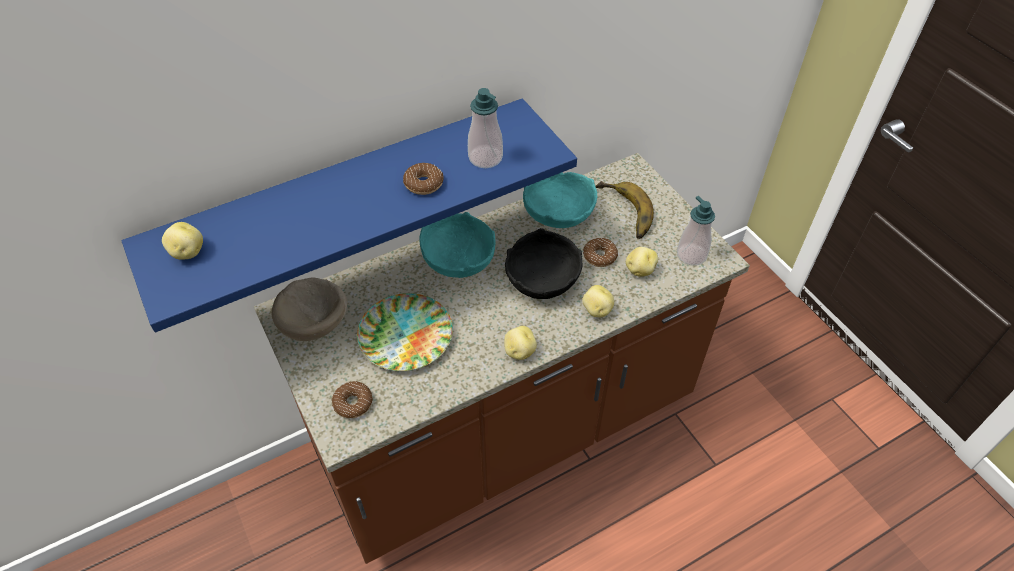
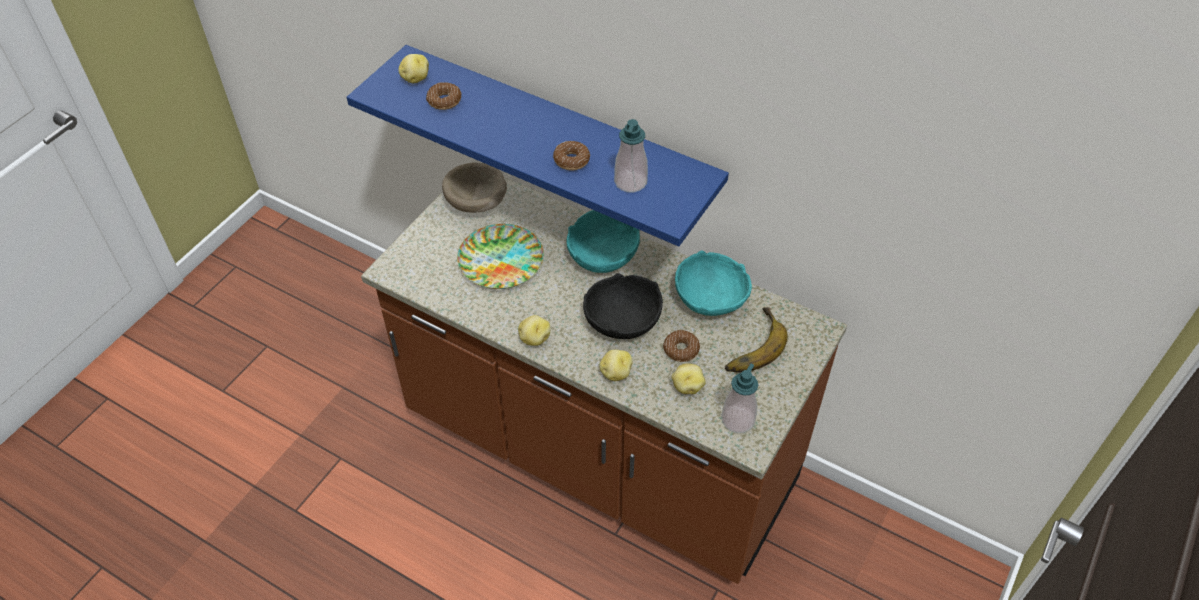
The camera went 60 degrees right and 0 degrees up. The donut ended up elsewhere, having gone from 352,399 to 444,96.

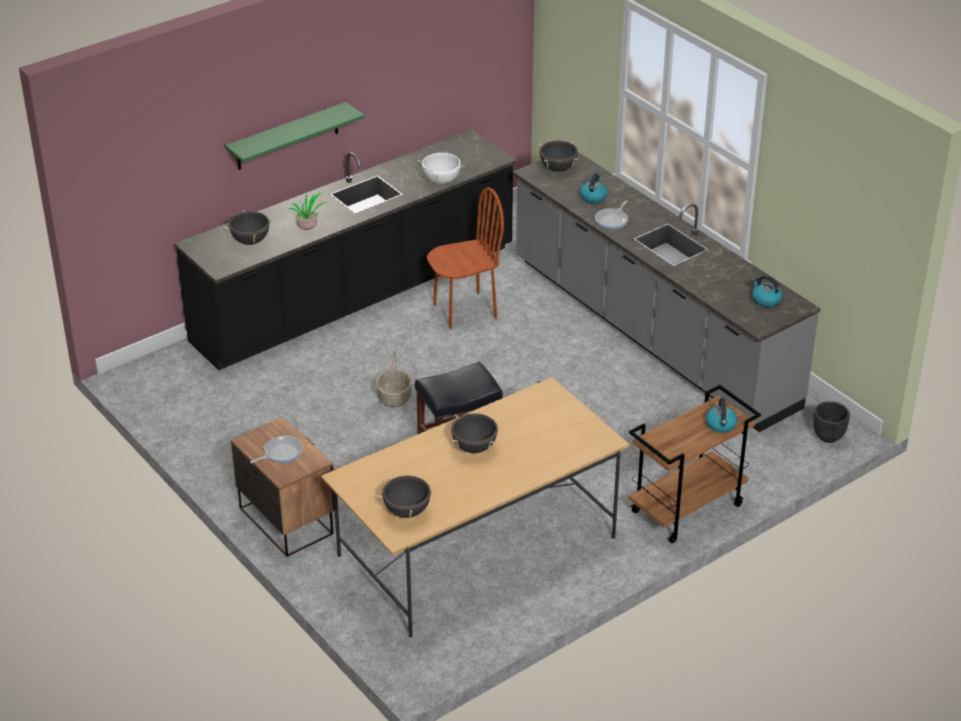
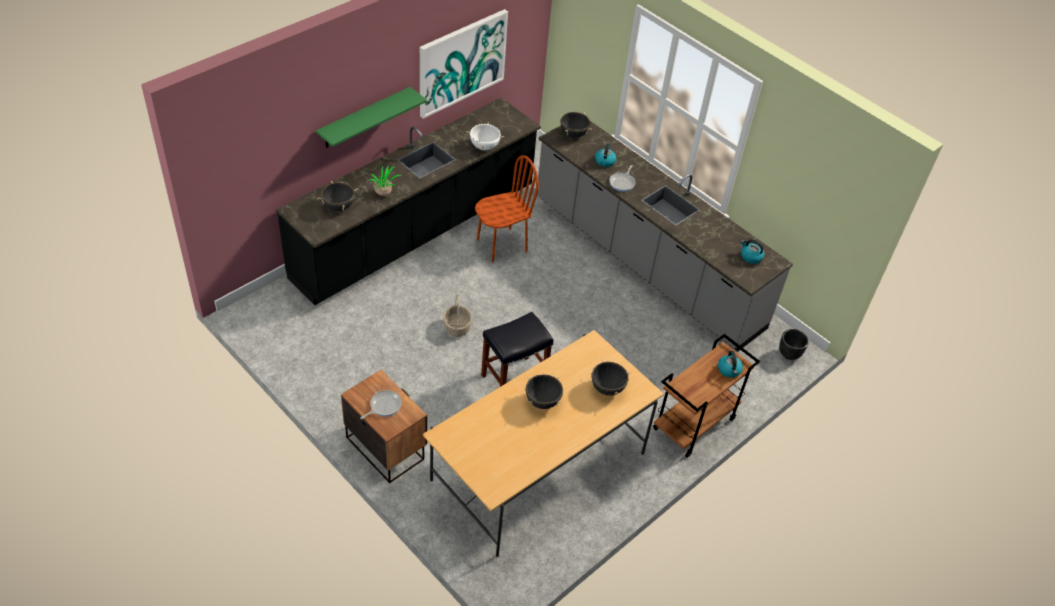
The camera went 10 degrees left and 10 degrees up. The second view gained the obraz at 464,64. The garnek [czarny] ended up elsewhere, having gone from 406,495 to 610,377.

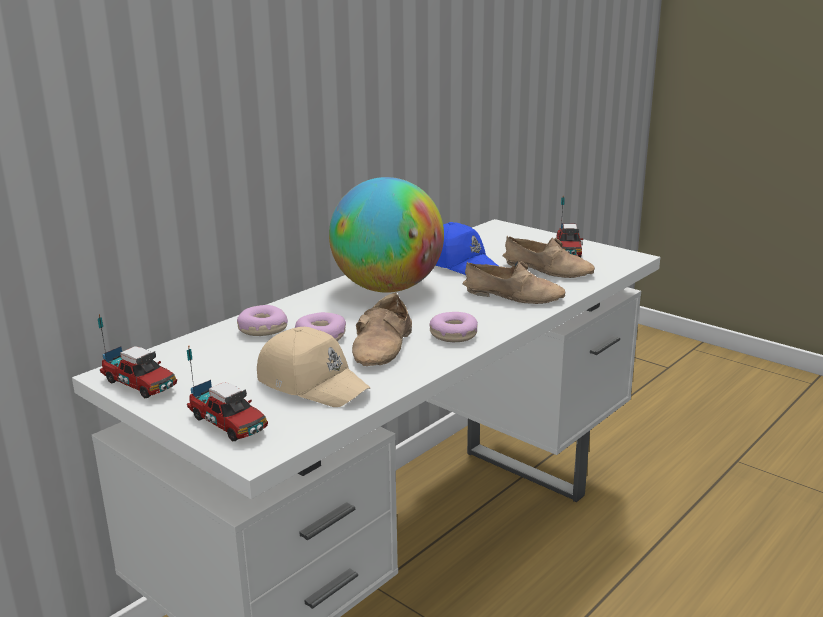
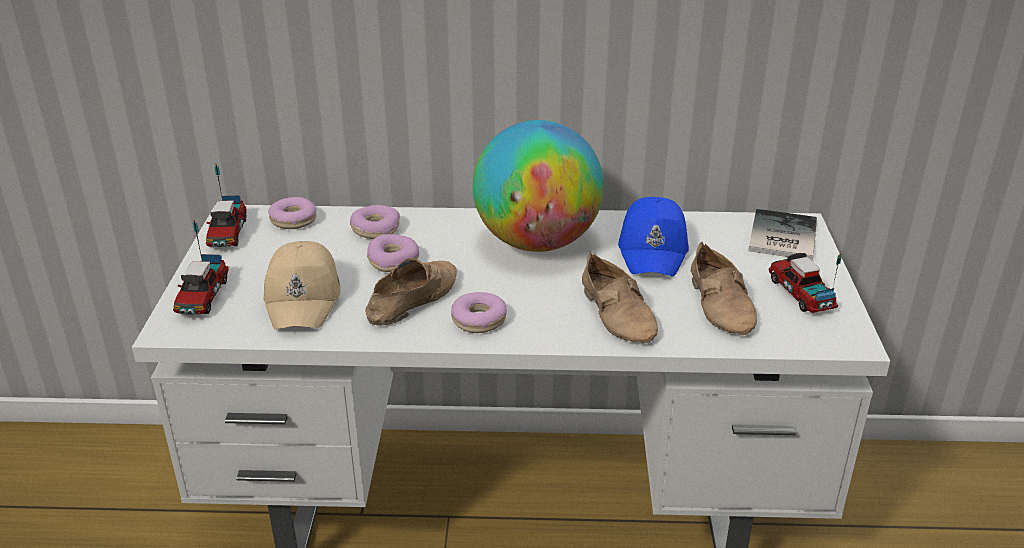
The camera went 50 degrees right and 10 degrees up. The second view gained the donut at 292,213. The but [beżowy] at 382,329 ended up facing another way, 150 degrees clockwise from before. The second view gained the książka at 782,234. The ciężarówka zabawkowa at 570,226 ended up facing another way, 105 degrees clockwise from before.

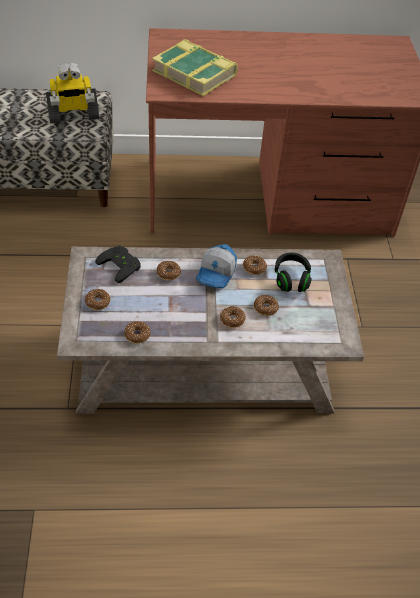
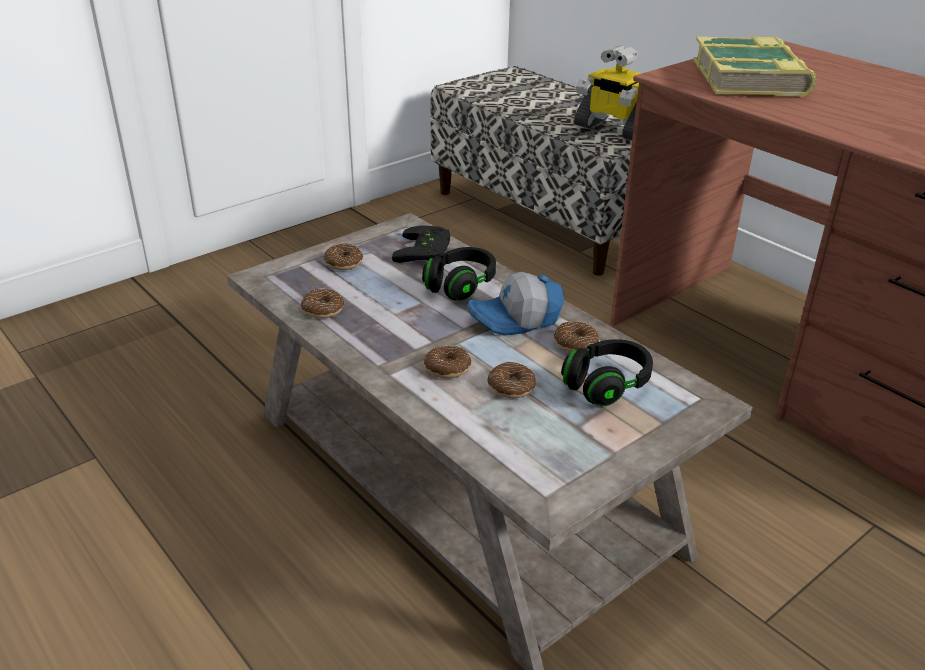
The camera went 55 degrees right and 15 degrees down. Where the donut stood at 169,271, the słuchawki [czarny] came to stand at 459,274.

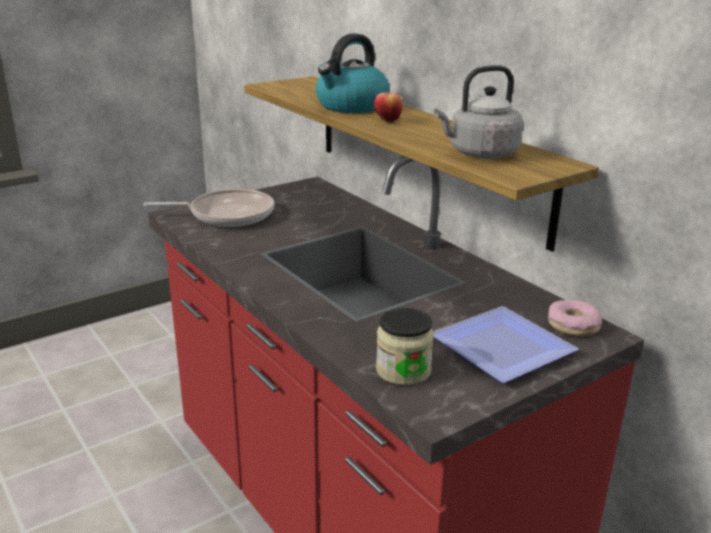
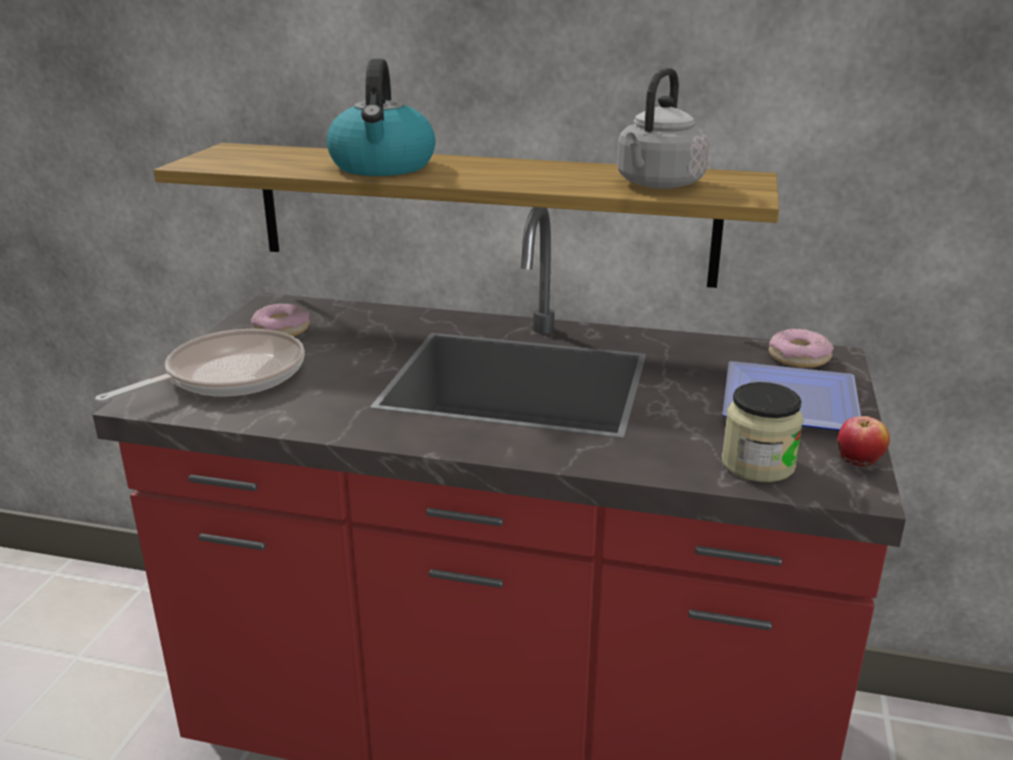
The camera went 40 degrees left and 0 degrees up. The second view gained the donut at 280,320. The jabłko ended up elsewhere, having gone from 388,108 to 863,442.

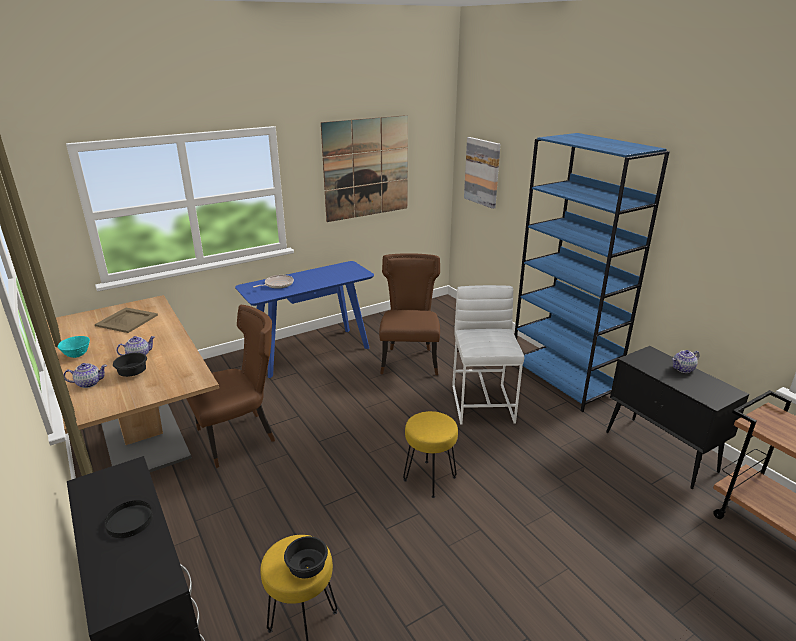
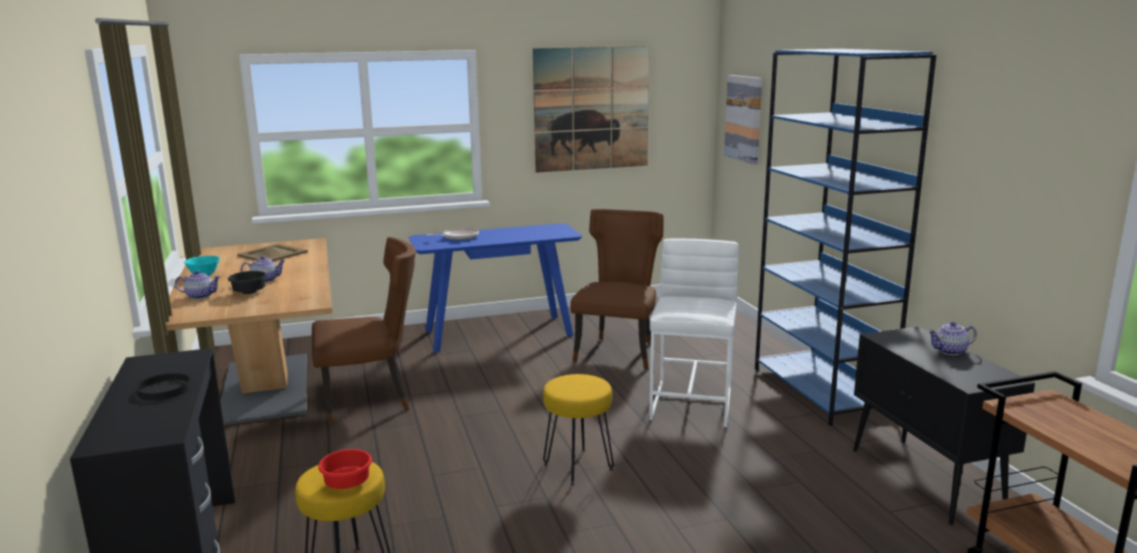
The camera went 15 degrees right and 10 degrees down. What was the miska [czarny] at 306,557 turned into the miska [czerwony] at 345,469.

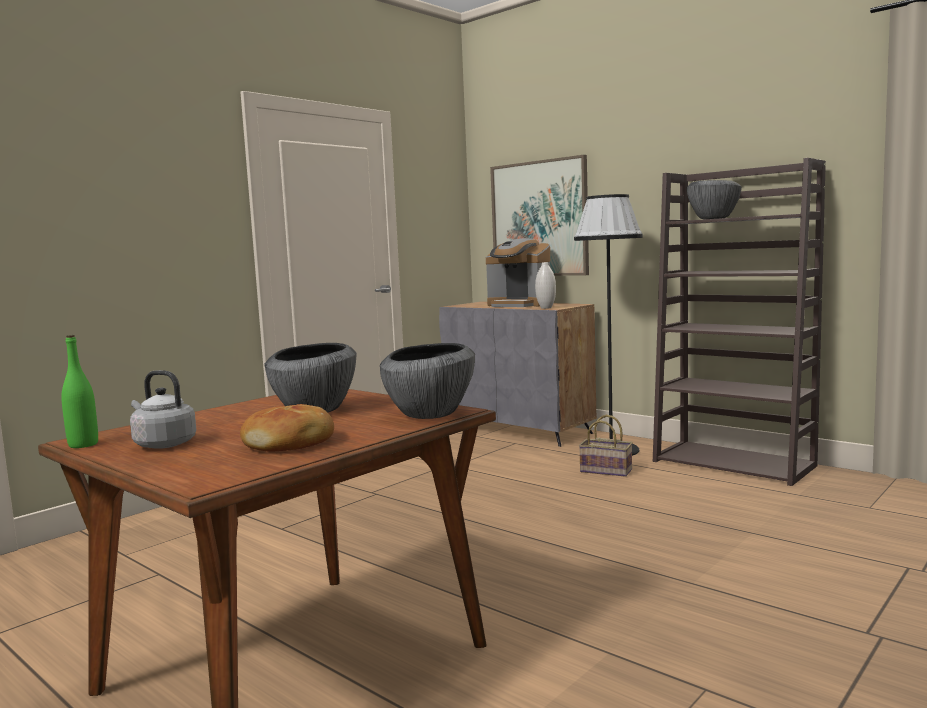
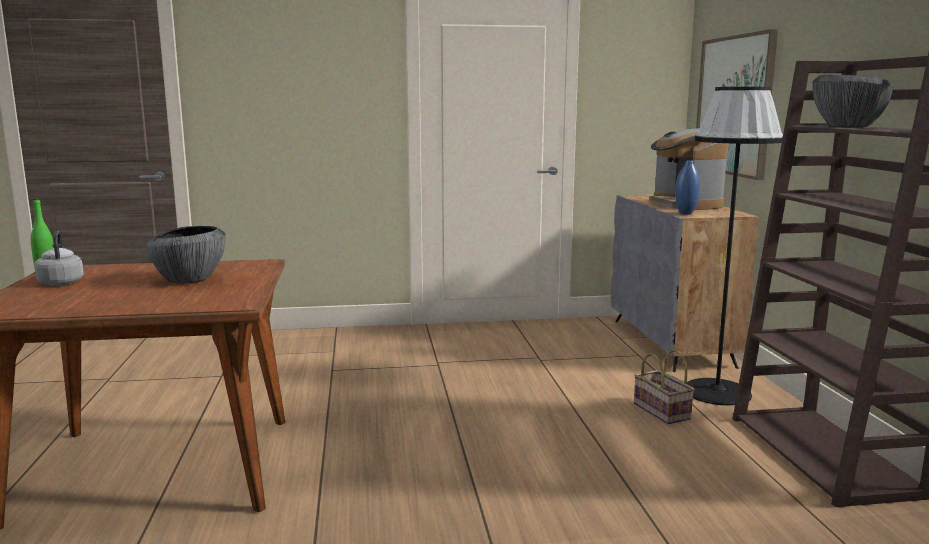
The camera went 40 degrees right and 5 degrees up. What was the wazon [biały] at 545,285 turned into the wazon [niebieski] at 687,187. The second view lost the chleb at 287,428. The second view lost the miska at 427,381.

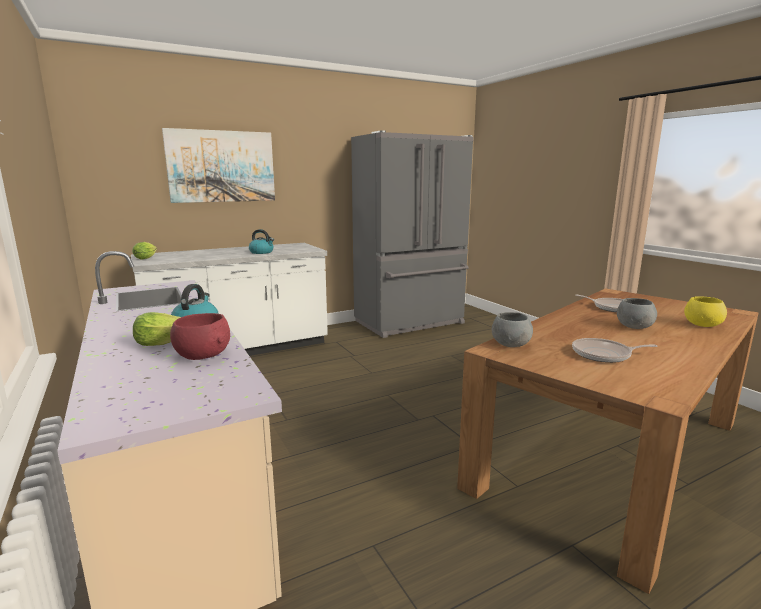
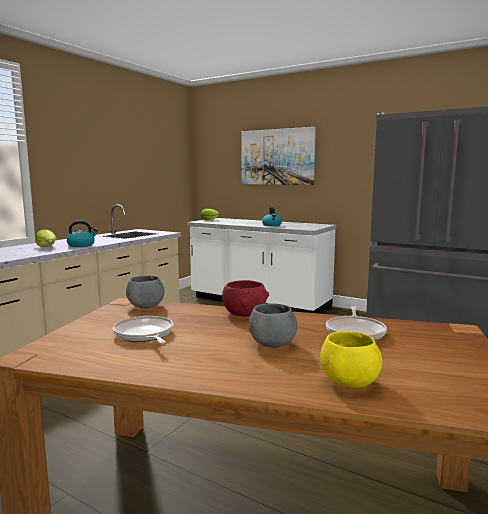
The camera went 60 degrees right and 5 degrees down. The miska [czerwony] ended up elsewhere, having gone from 200,336 to 245,298.

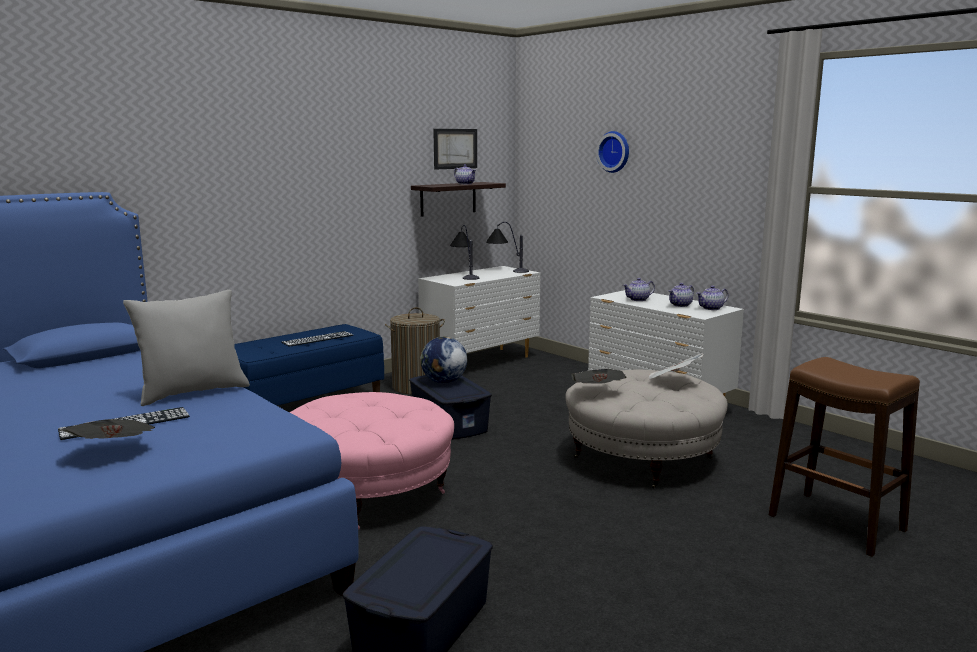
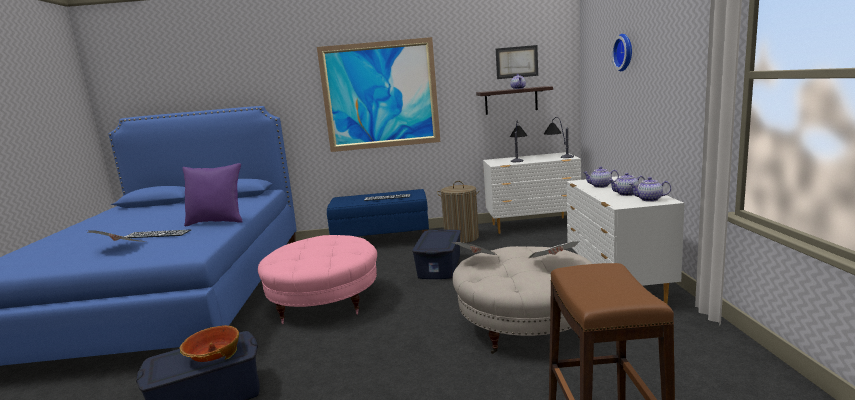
The camera went 40 degrees right and 0 degrees up. The second view gained the miska at 209,343. What was the poduszka [szary] at 186,348 turned into the poduszka [fioletowy] at 212,194. The second view gained the obraz at 378,94. The second view lost the globus at 443,359.

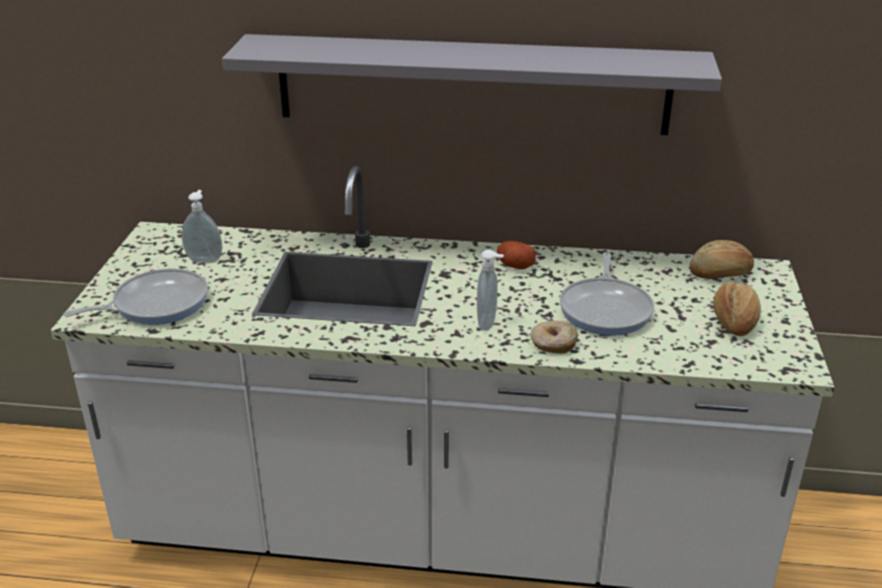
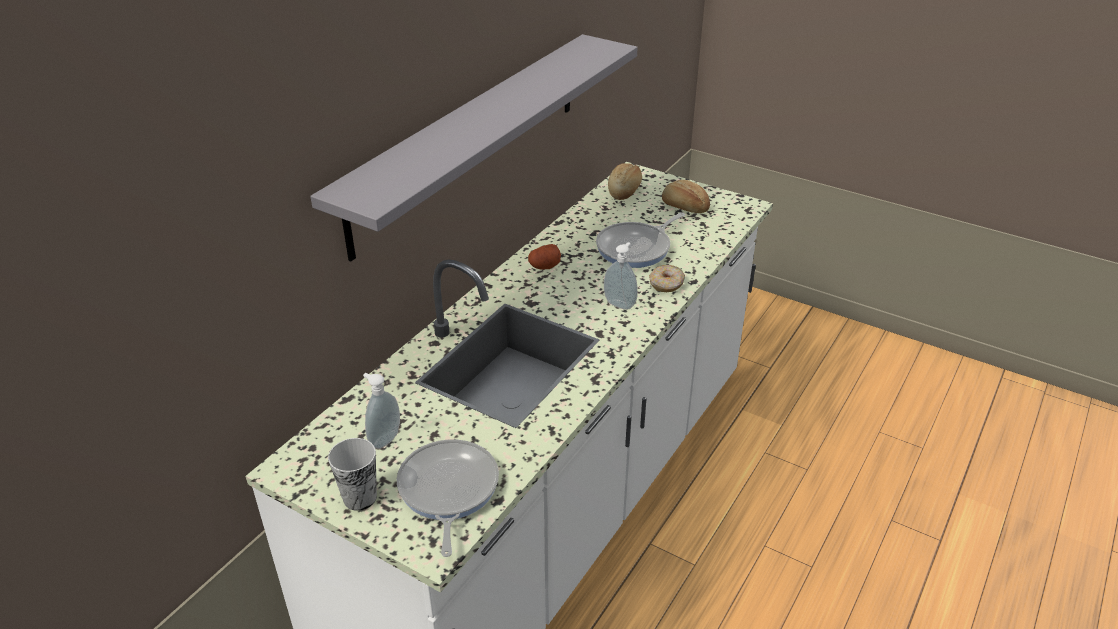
The camera went 65 degrees left and 5 degrees up. The second view gained the filiżanka at 352,474. The patelnia at 607,294 ended up facing another way, 105 degrees clockwise from before.

